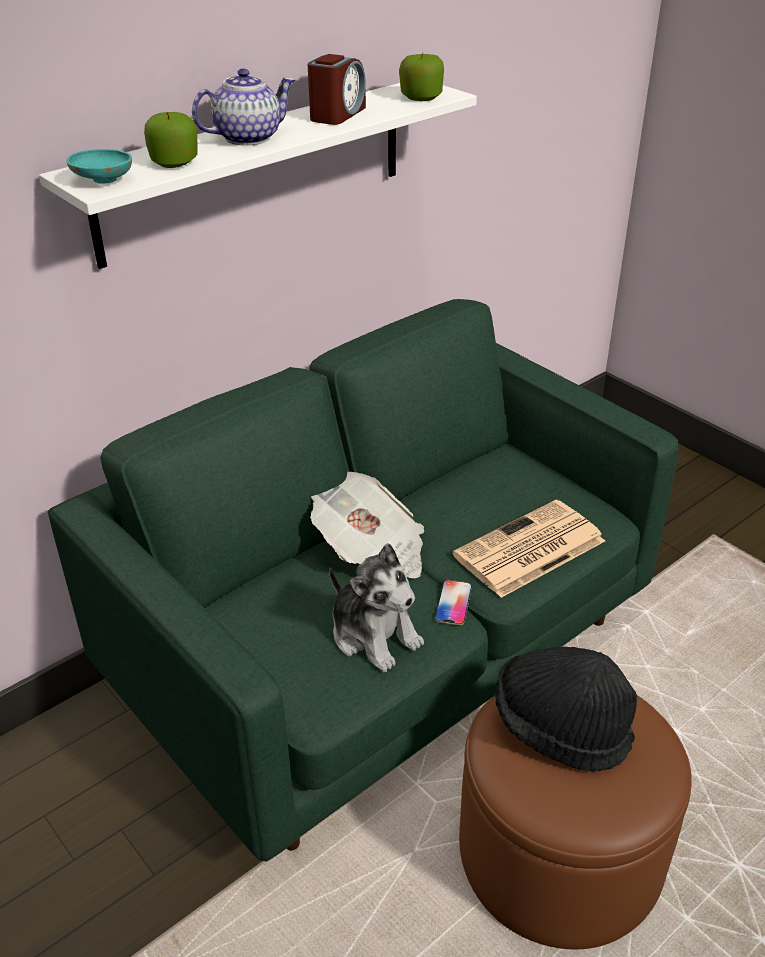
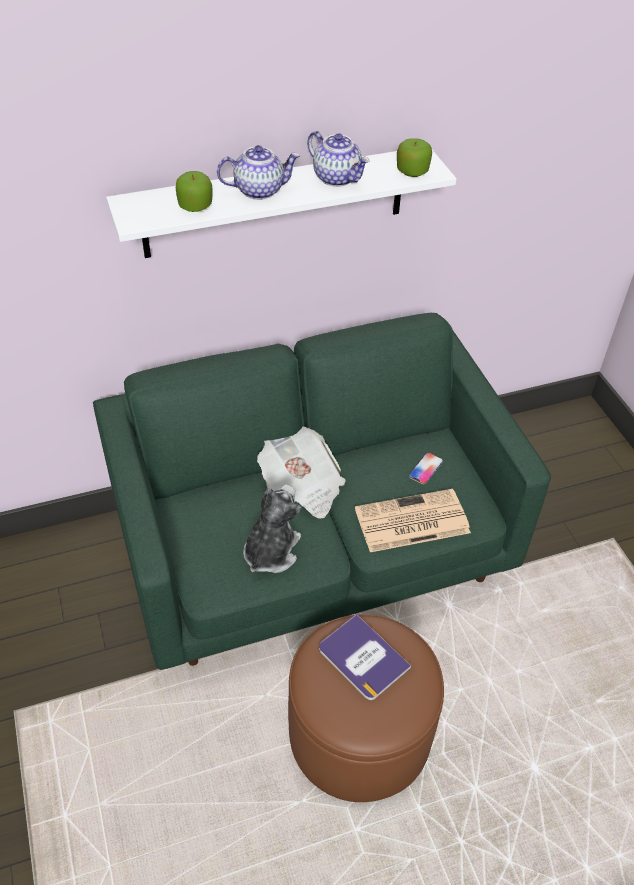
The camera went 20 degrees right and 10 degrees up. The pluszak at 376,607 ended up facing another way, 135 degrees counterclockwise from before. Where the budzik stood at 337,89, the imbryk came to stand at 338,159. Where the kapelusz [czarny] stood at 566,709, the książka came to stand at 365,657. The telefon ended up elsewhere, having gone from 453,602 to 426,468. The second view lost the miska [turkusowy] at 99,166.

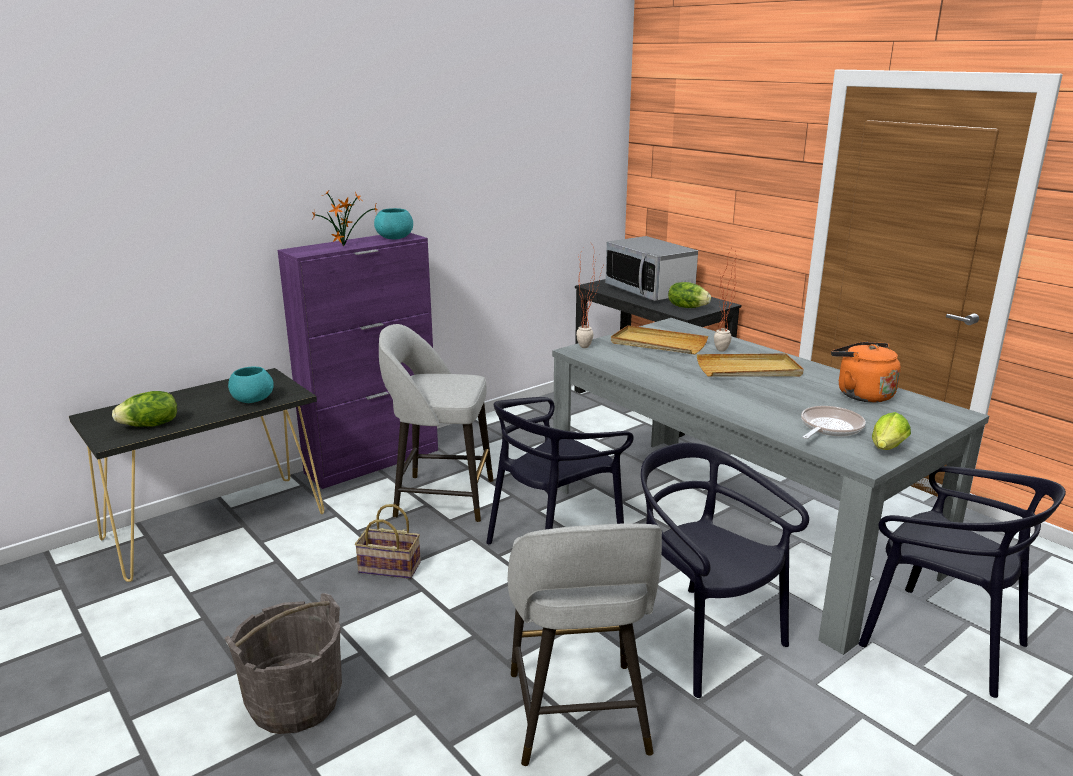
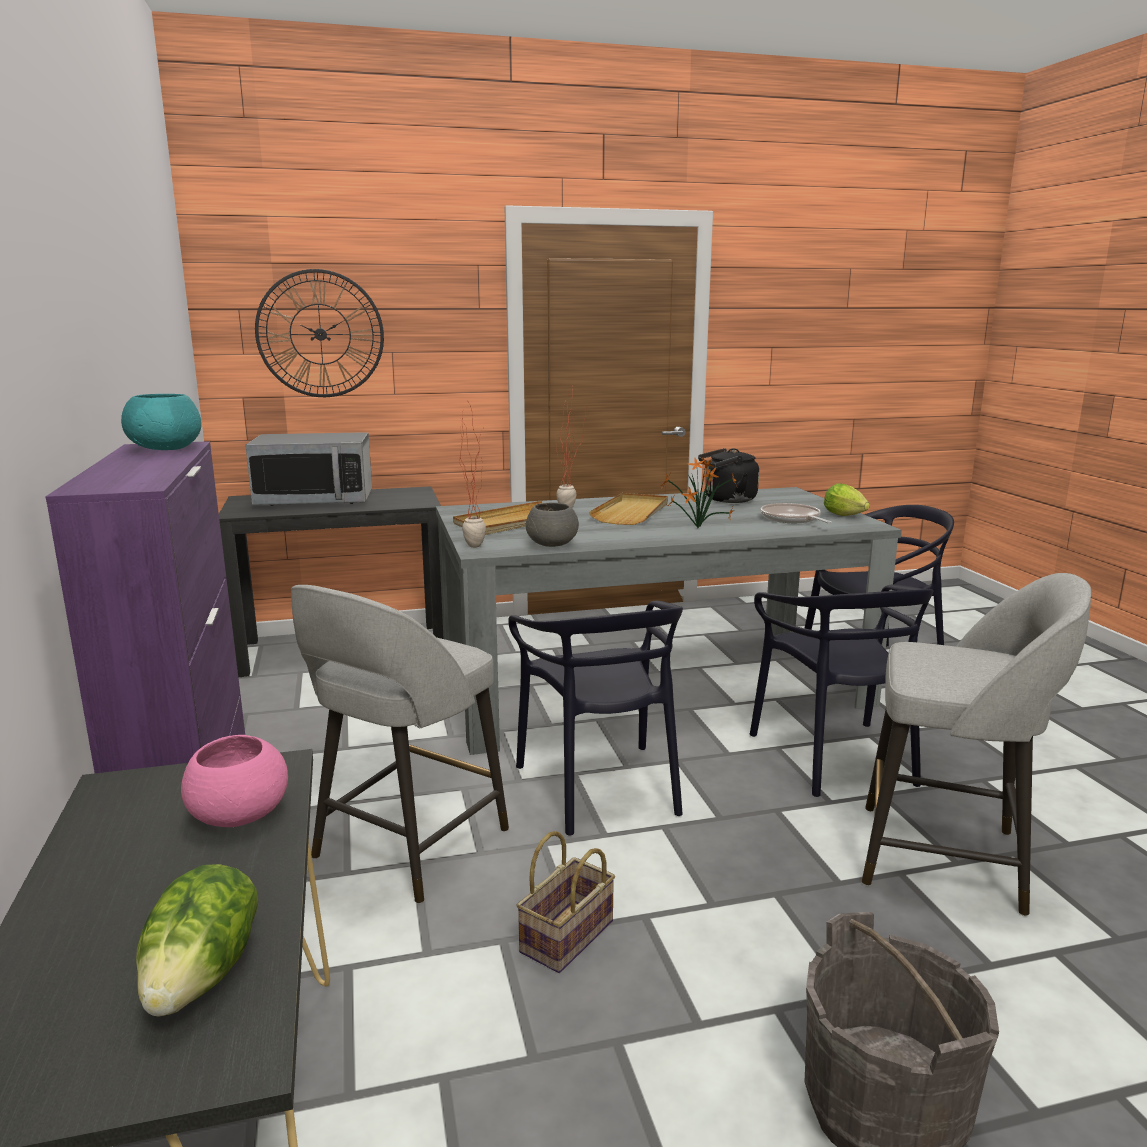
The camera went 65 degrees left and 5 degrees down. What was the miska [turkusowy] at 251,385 turned into the miska [różowy] at 234,781. The second view gained the zegar ścienny at 319,333. The second view gained the miska [szary] at 552,525. The roślina doniczkowa ended up elsewhere, having gone from 345,218 to 698,493. What was the czajnik [pomarańczowy] at 866,372 turned into the czajnik [czarny] at 728,475. The krzesło [czarny] at 725,570 ended up facing another way, 90 degrees counterclockwise from before. The second view lost the sałata at 689,295.

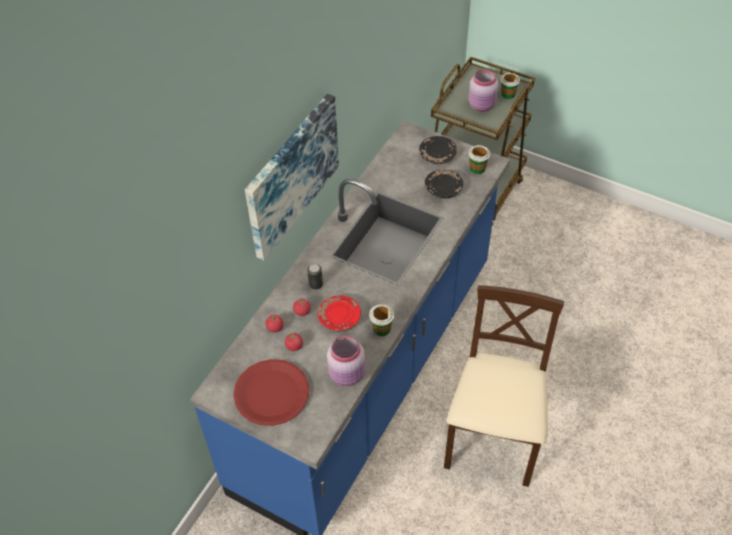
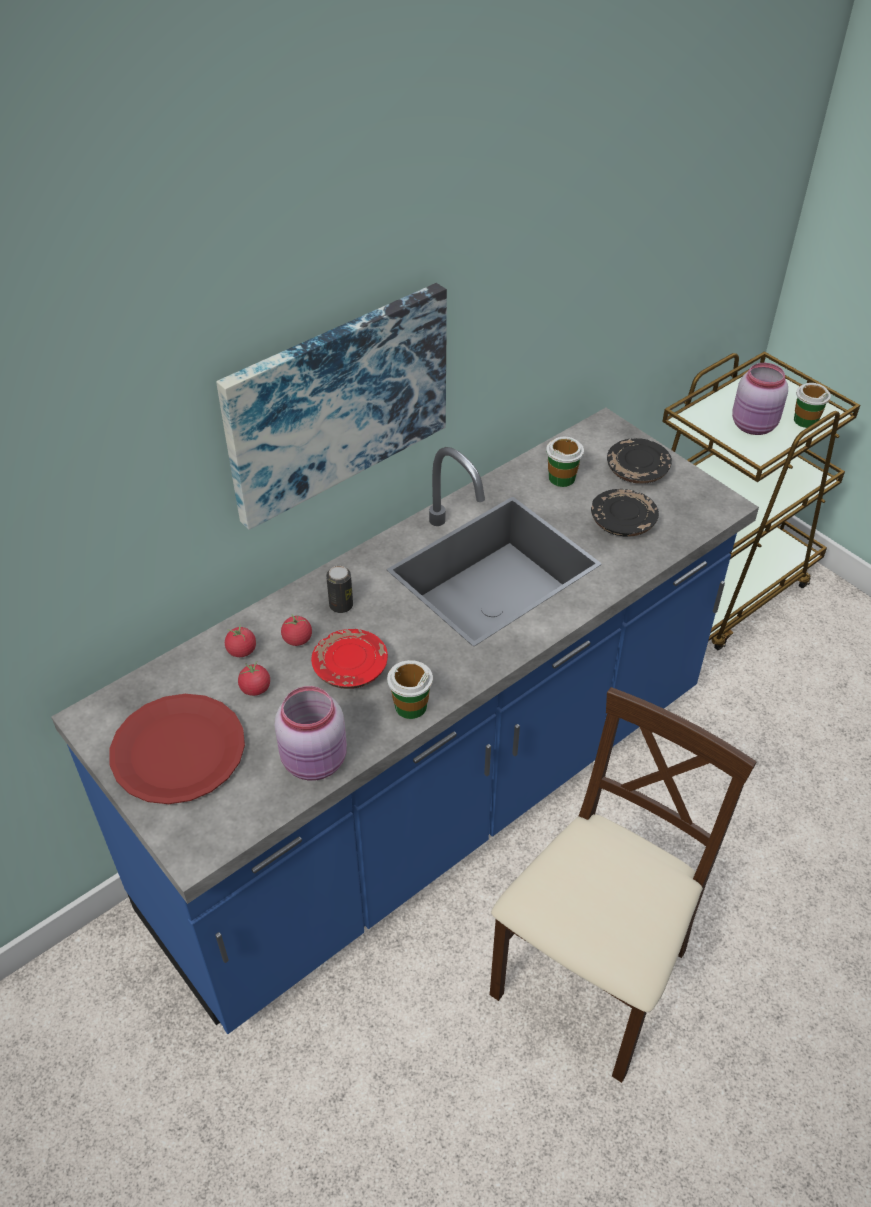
The camera went 20 degrees right and 5 degrees down. The filiżanka ended up elsewhere, having gone from 479,159 to 565,462.

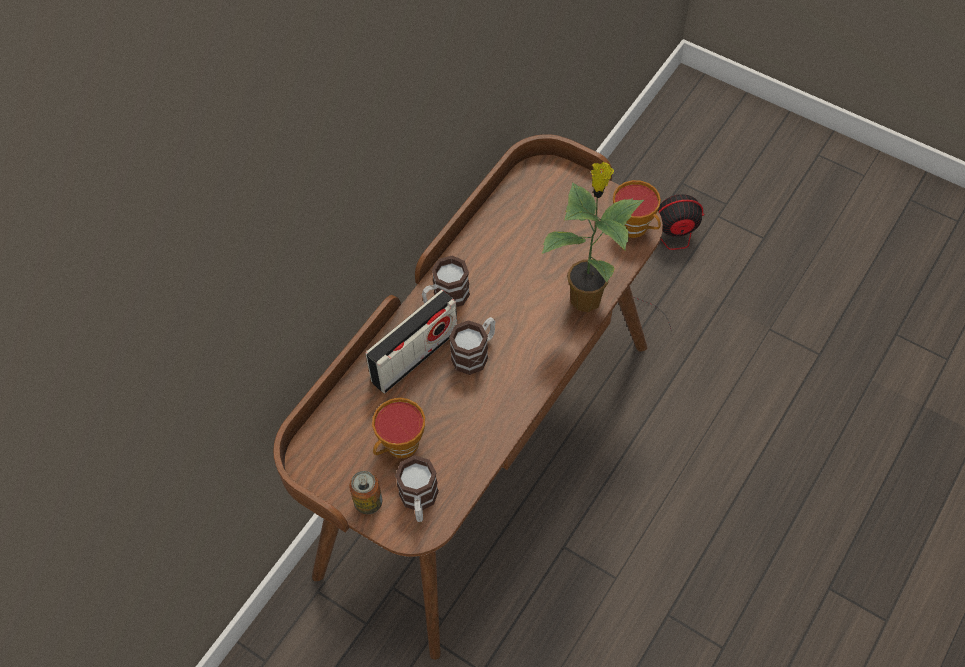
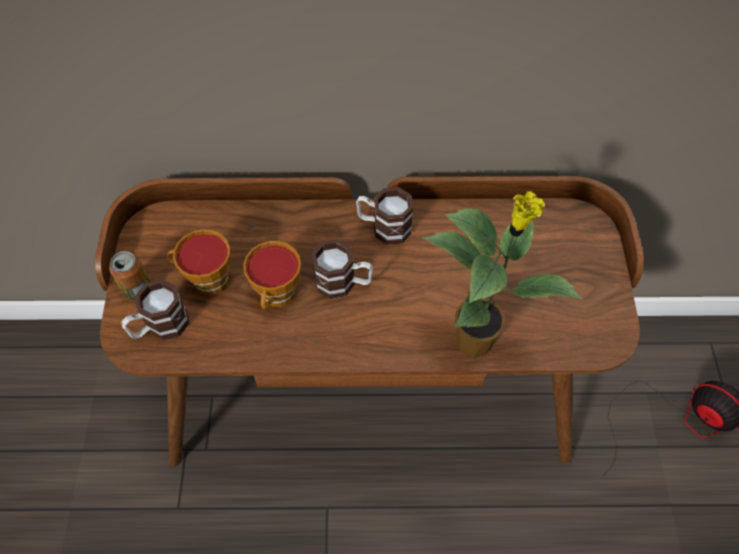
The camera went 55 degrees right and 0 degrees up. The filiżanka ended up elsewhere, having gone from 637,209 to 272,275. The second view lost the radio at 411,341.

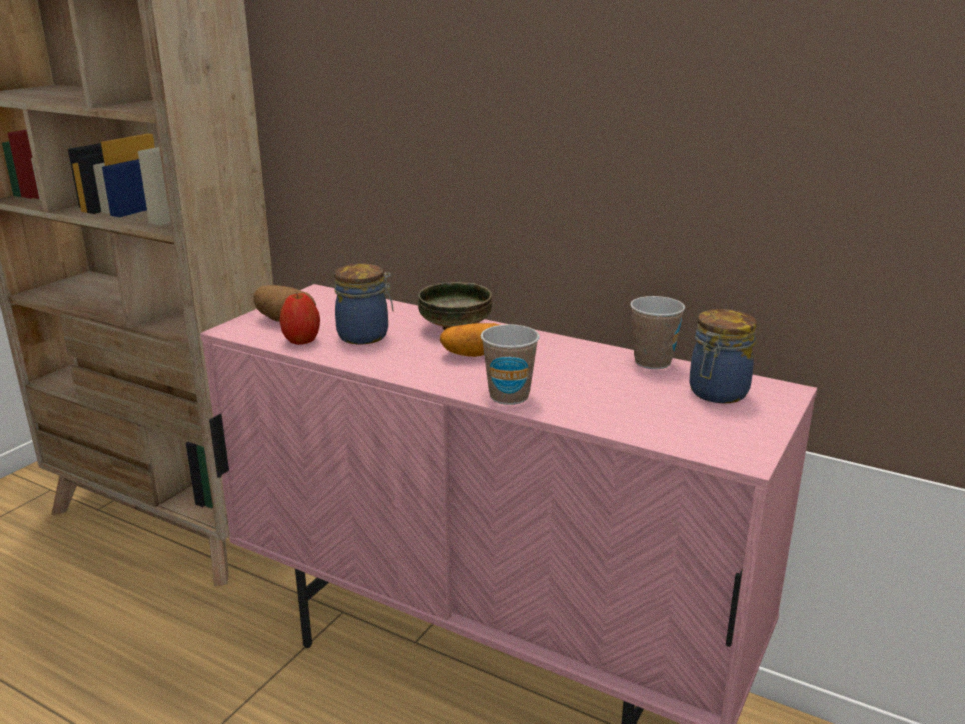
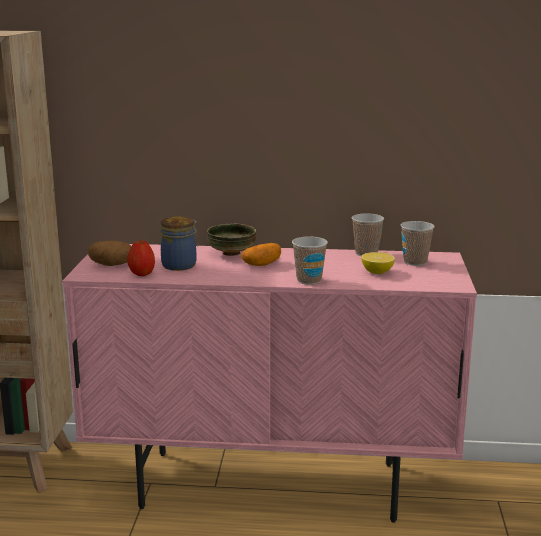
The camera went 25 degrees left and 5 degrees down. The second view gained the cytryna at 378,263. Where the słoik stood at 723,356, the filiżanka came to stand at 418,243.

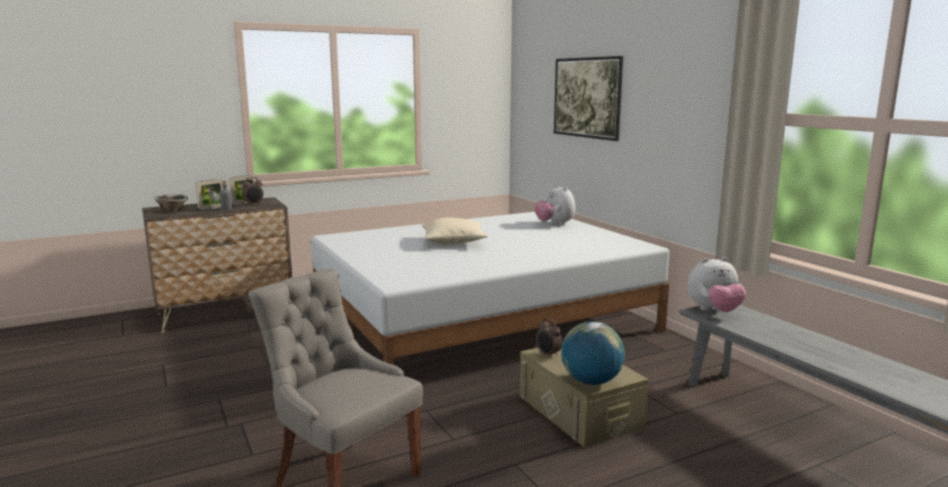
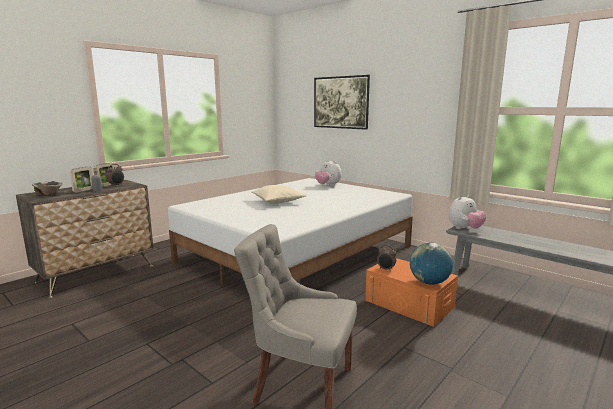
The camera went 20 degrees left and 0 degrees up. What was the pojemnik do przechowywania [beżowy] at 584,395 turned into the pojemnik do przechowywania [pomarańczowy] at 411,292.

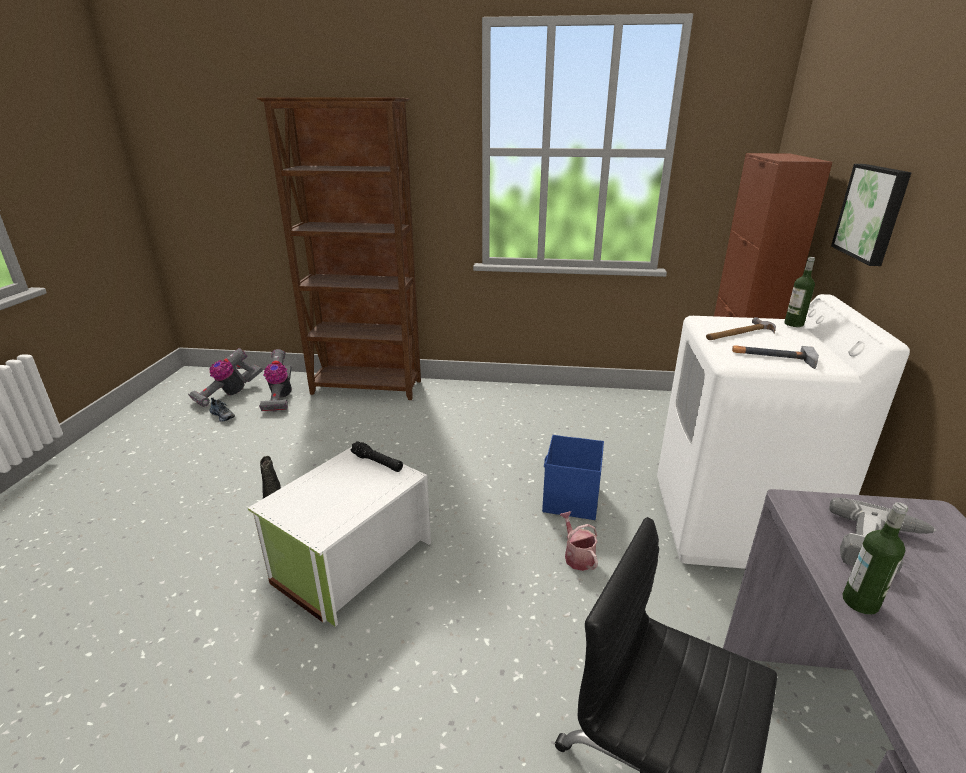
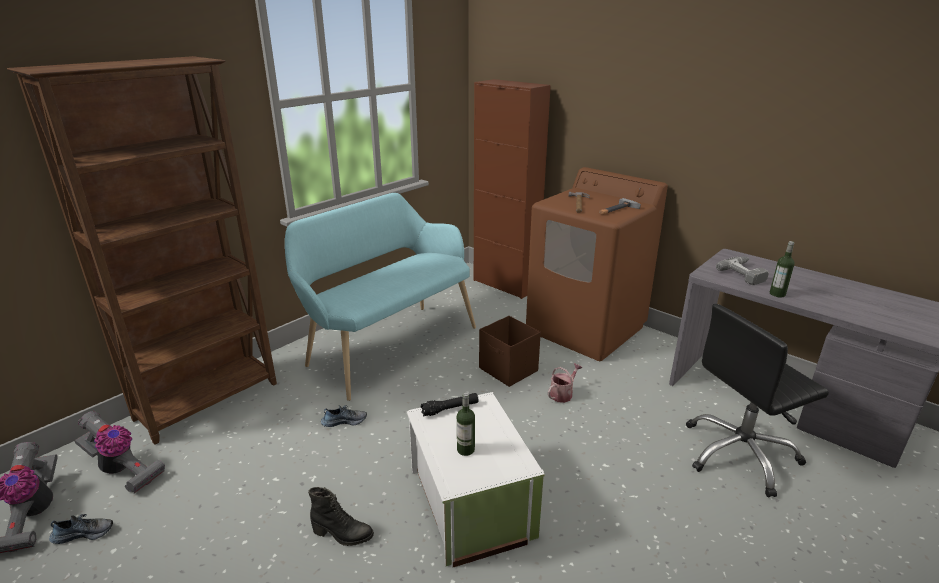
The camera went 55 degrees left and 0 degrees up. The second view gained the ławka [turkusowy] at 380,297. The second view gained the but at 344,416. The butelka ended up elsewhere, having gone from 799,292 to 466,424. What was the pojemnik do przechowywania [niebieski] at 573,477 turned into the pojemnik do przechowywania [brązowy] at 510,351. What was the pralka [biały] at 783,431 turned into the pralka [brązowy] at 597,264. The konewka at 578,541 ended up facing another way, 120 degrees clockwise from before. The second view lost the obraz at 871,215.

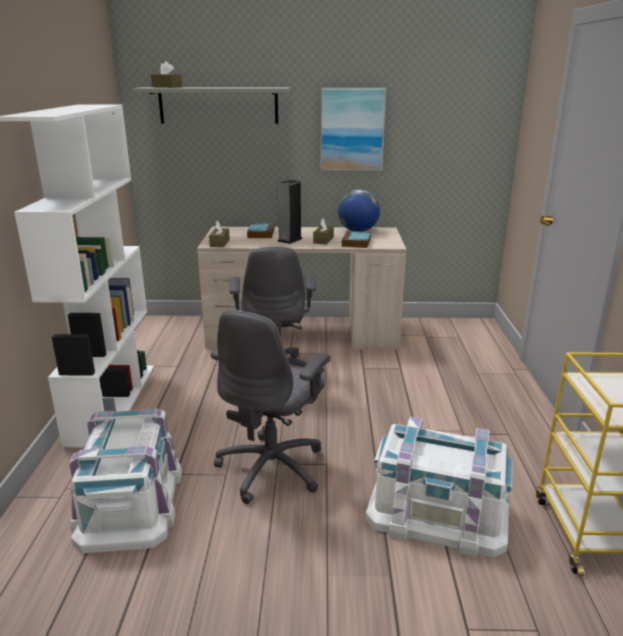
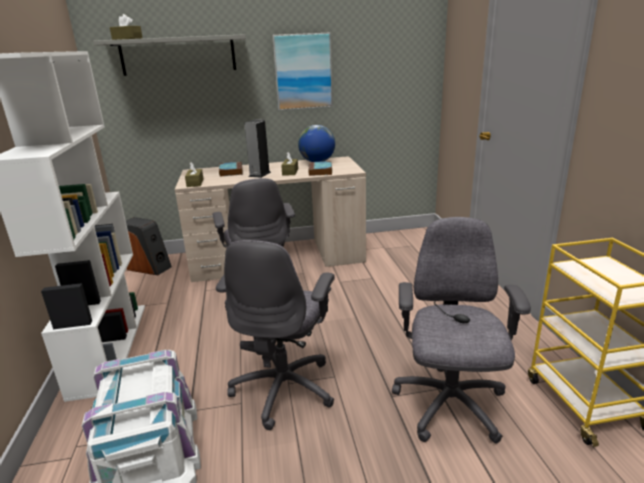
The camera went 10 degrees left and 0 degrees up. The second view gained the głośnik at 149,246. Where the pojemnik do przechowywania [biały] stood at 438,487, the krzesło biurowe [szary] came to stand at 461,330.

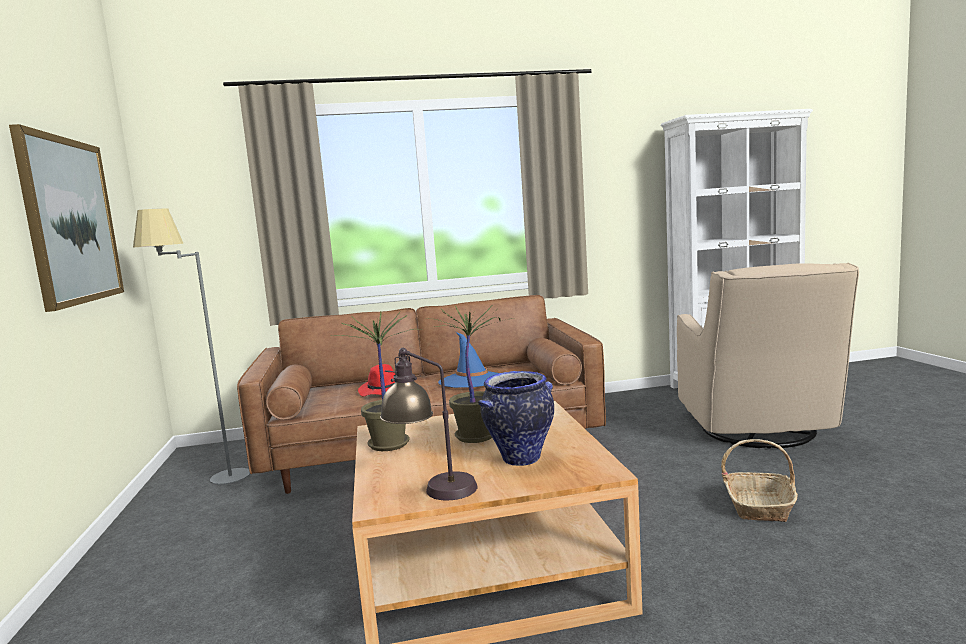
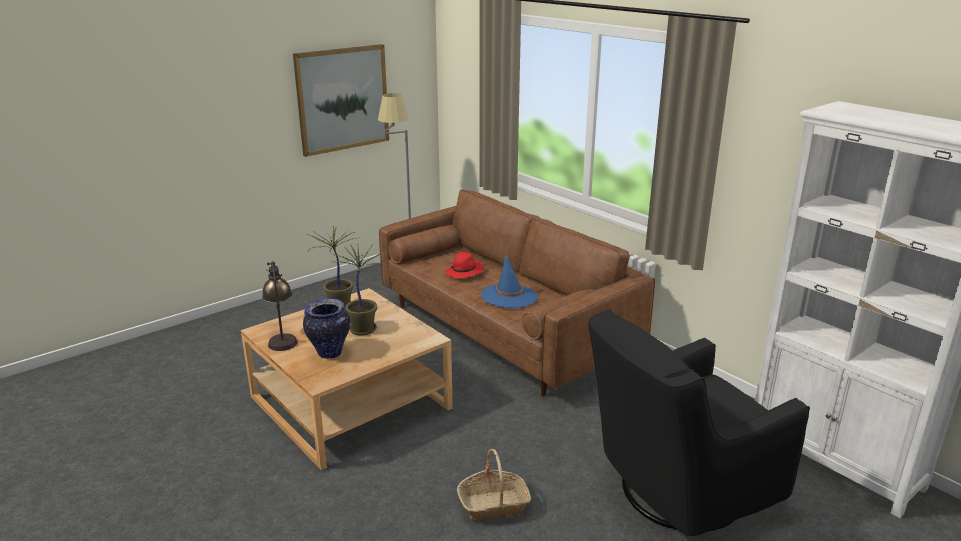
The camera went 60 degrees right and 15 degrees up. What was the fotel [beżowy] at 768,355 turned into the fotel [czarny] at 699,423.

